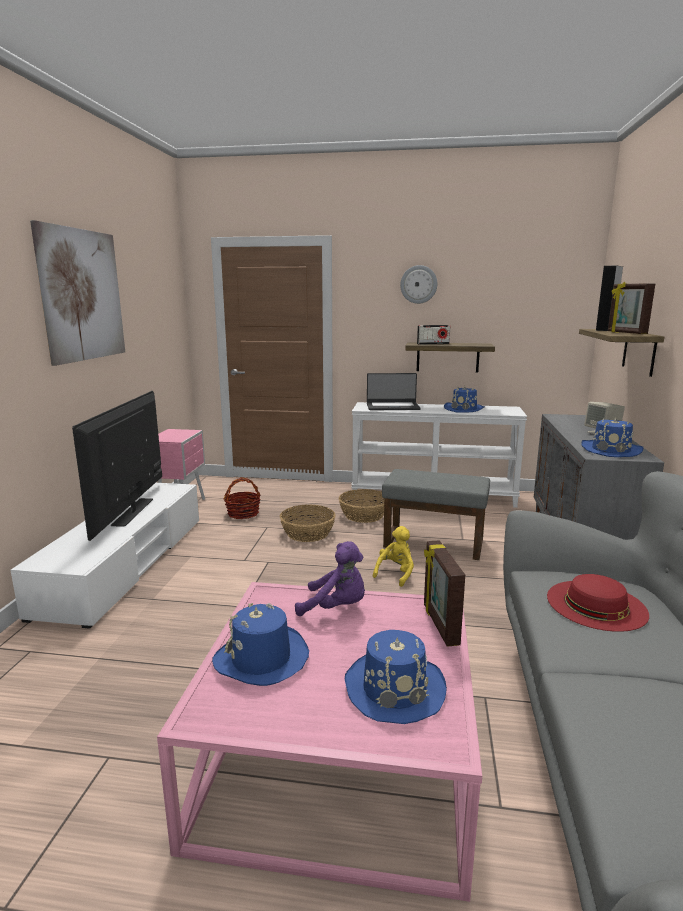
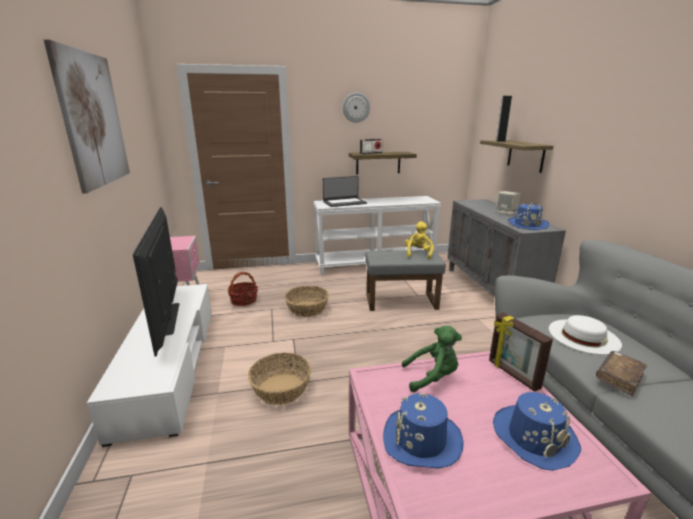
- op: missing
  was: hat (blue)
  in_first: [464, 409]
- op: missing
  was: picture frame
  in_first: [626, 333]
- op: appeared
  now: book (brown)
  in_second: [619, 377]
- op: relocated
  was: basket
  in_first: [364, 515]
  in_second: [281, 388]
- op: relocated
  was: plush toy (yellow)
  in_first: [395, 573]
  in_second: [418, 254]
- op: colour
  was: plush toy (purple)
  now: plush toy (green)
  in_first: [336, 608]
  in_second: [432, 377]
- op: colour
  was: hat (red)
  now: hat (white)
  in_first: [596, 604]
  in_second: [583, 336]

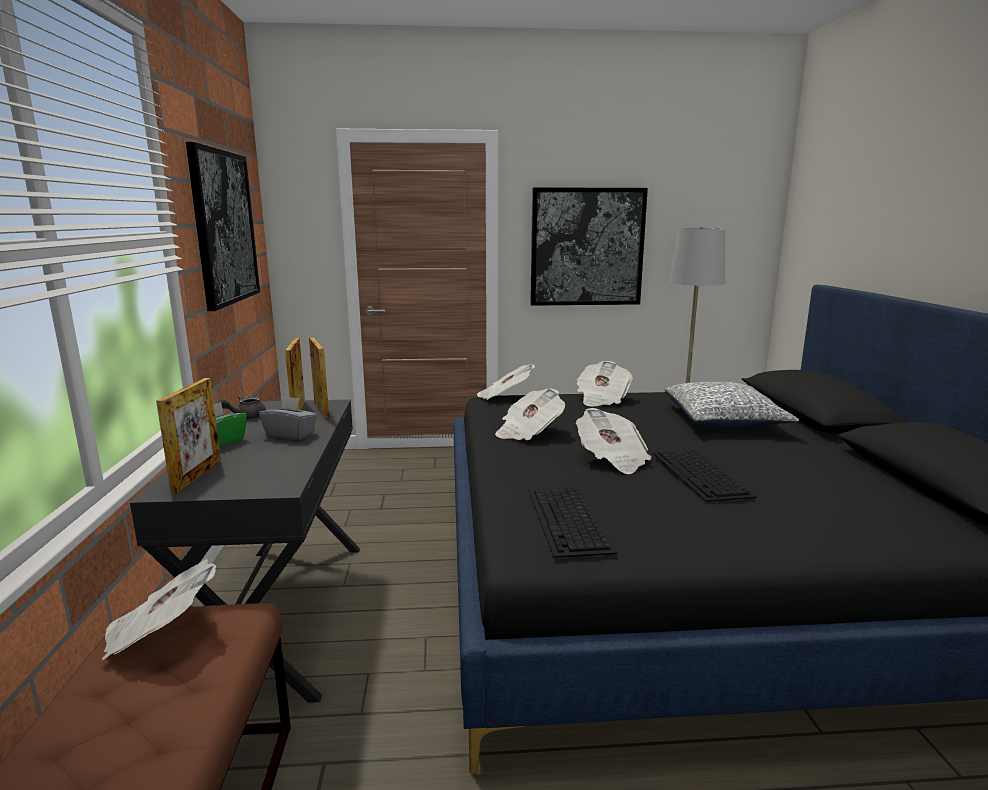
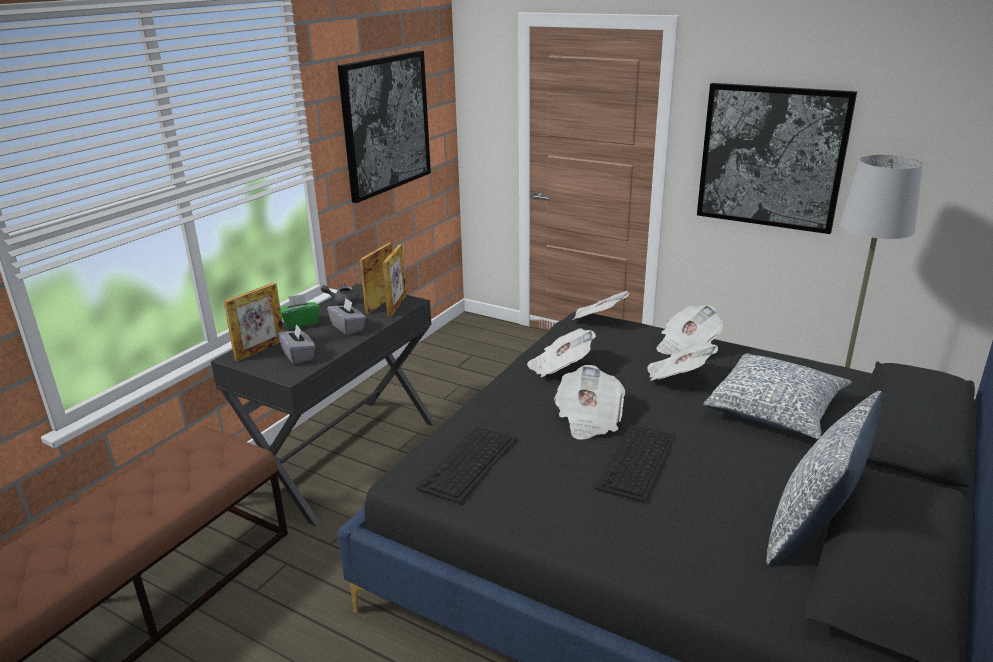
- op: appeared
  now: tissue box (grey)
  in_second: [298, 356]
- op: appeared
  now: pillow
  in_second: [812, 529]
- op: relocated
  was: newspaper
  in_first: [161, 633]
  in_second: [677, 377]

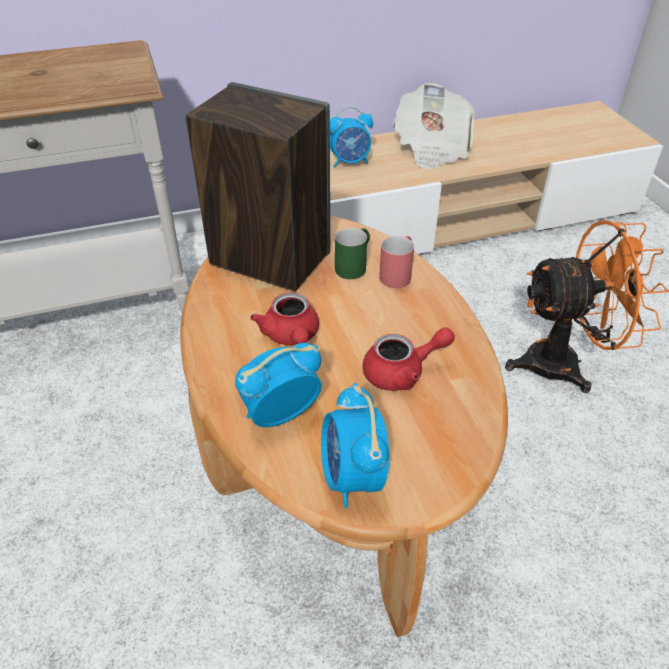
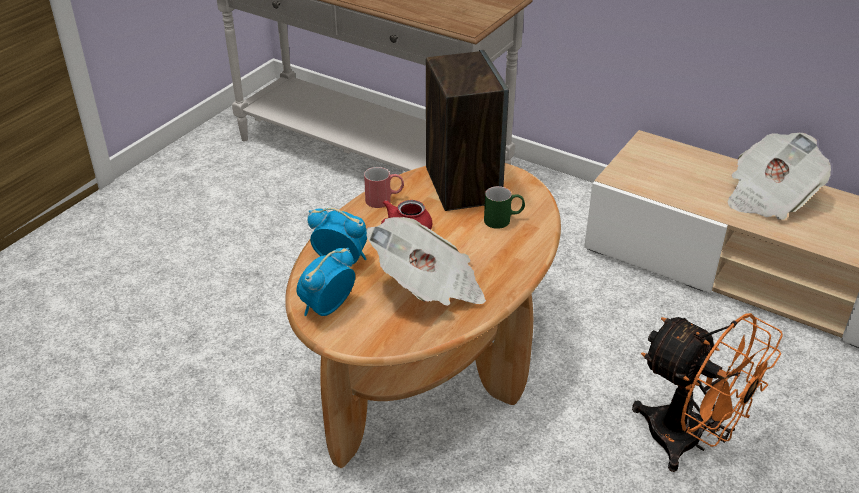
- op: missing
  was: alarm clock
  in_first: [350, 162]
- op: relocated
  was: mug (red)
  in_first: [398, 273]
  in_second: [384, 200]
- op: exchanged
  was: teapot (red)
  now: newspaper
  in_first: [402, 372]
  in_second: [428, 287]

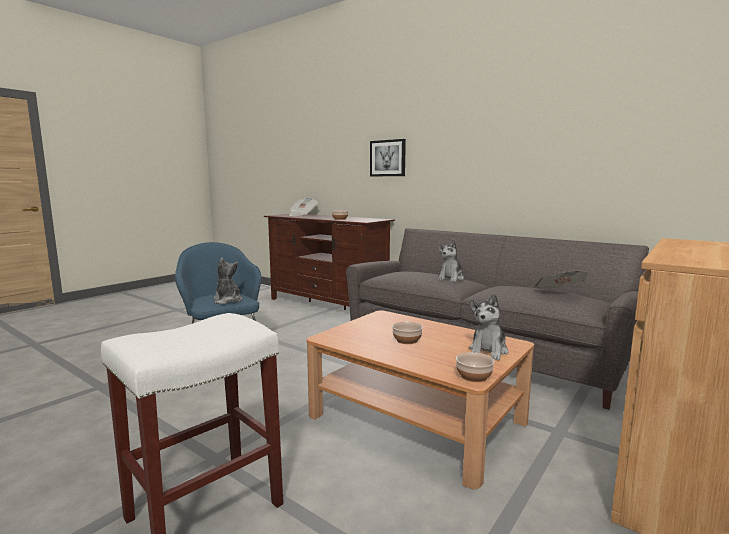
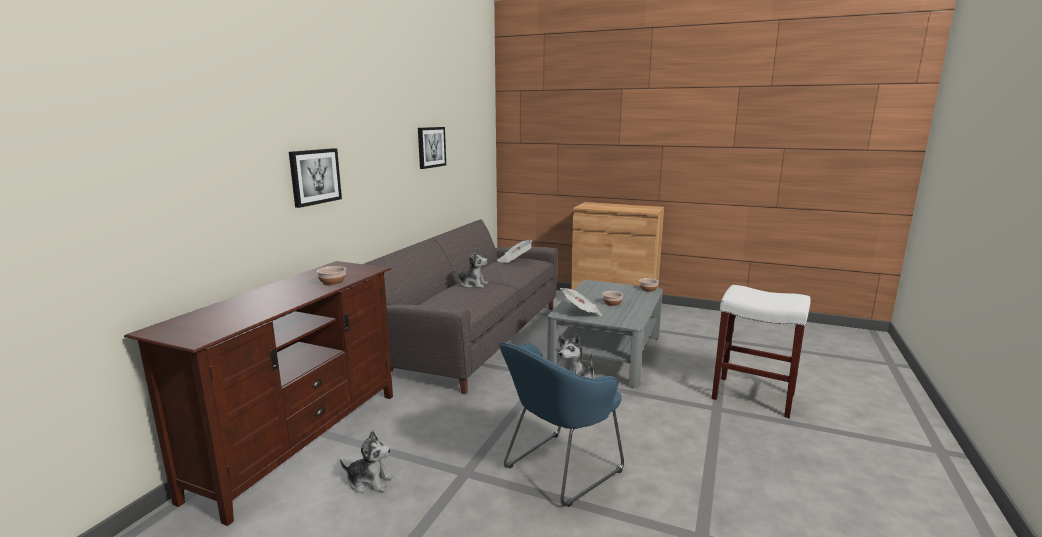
- op: appeared
  now: picture
  in_second: [431, 147]
- op: relocated
  was: newspaper
  in_first: [302, 215]
  in_second: [581, 312]
- op: relocated
  was: plush toy
  in_first: [488, 351]
  in_second: [369, 481]
- op: colour
  was: coffee table (brown)
  now: coffee table (grey)
  in_first: [417, 418]
  in_second: [606, 353]

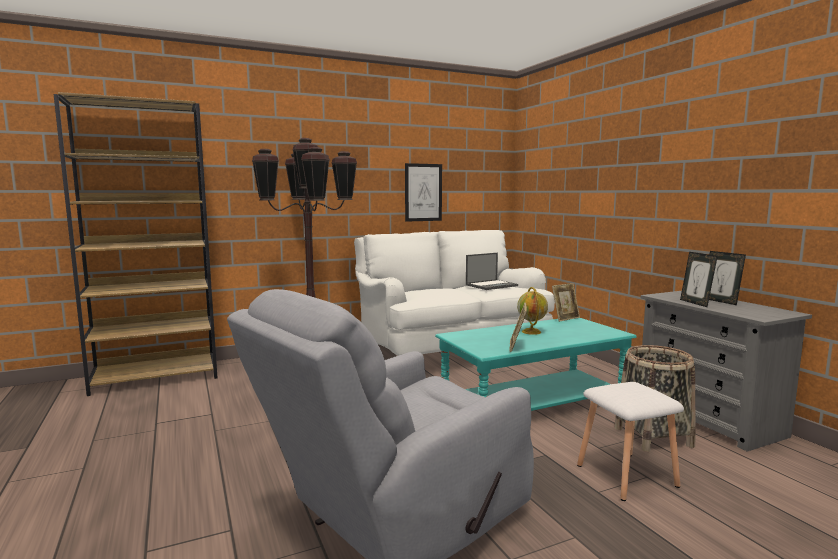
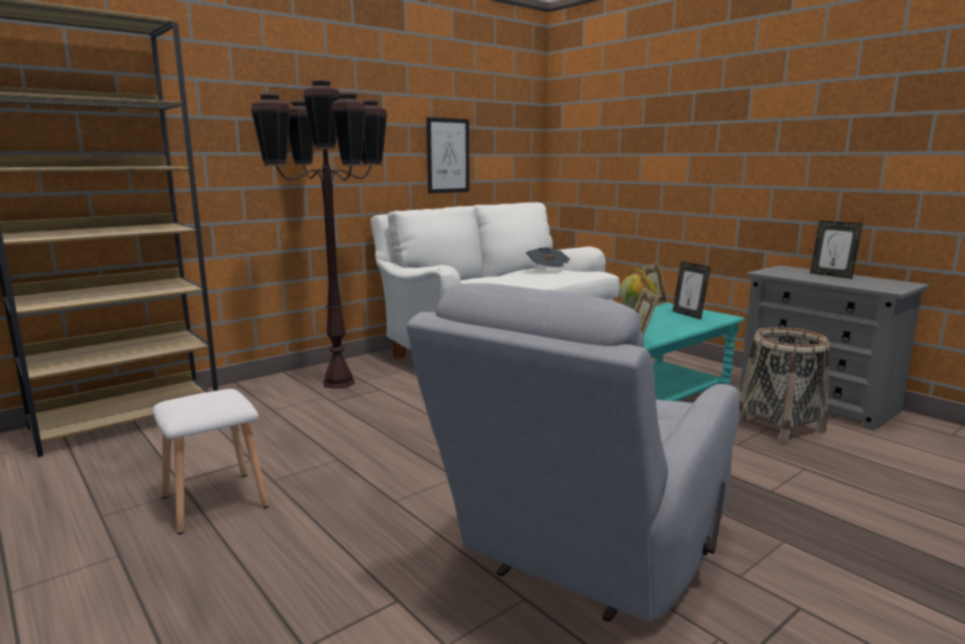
- op: relocated
  was: stool (white)
  in_first: [625, 475]
  in_second: [213, 501]
- op: relocated
  was: picture frame
  in_first: [695, 303]
  in_second: [688, 315]
- op: exchanged
  was: laptop
  now: newspaper
  in_first: [491, 285]
  in_second: [548, 270]

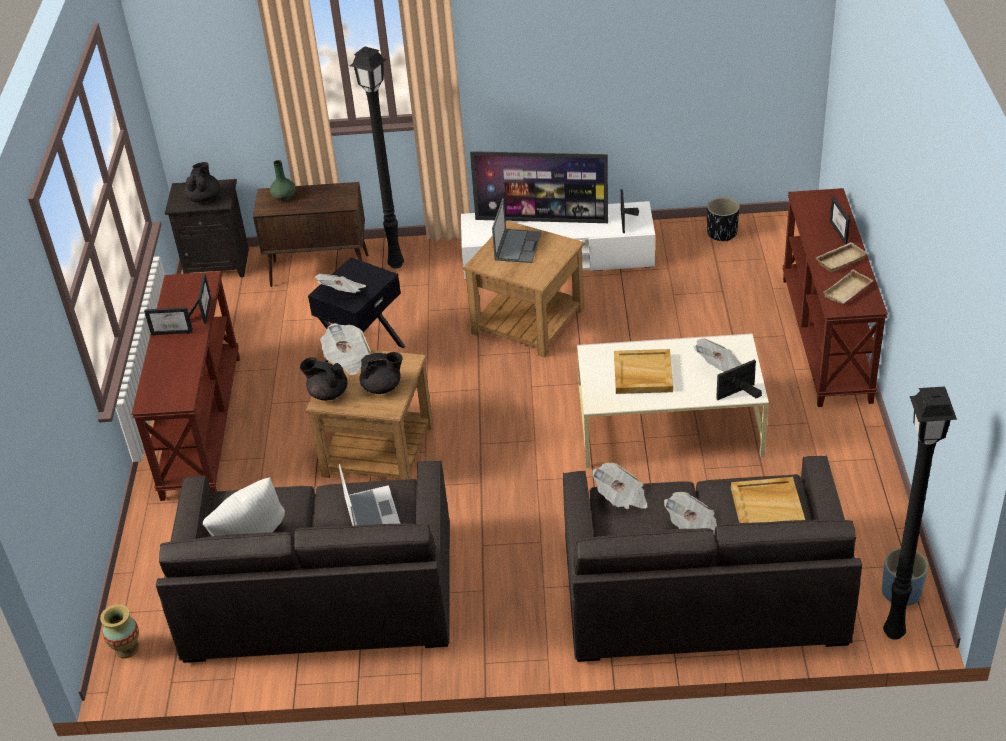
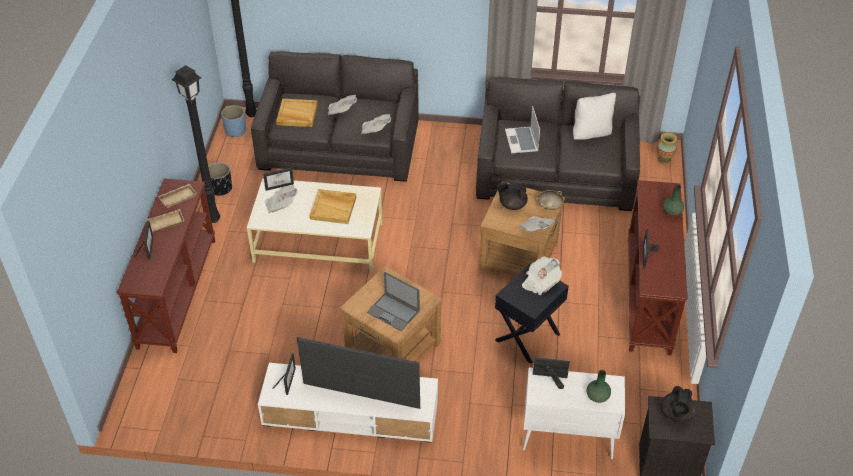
- op: appeared
  now: vase (green)
  in_second: [672, 211]
- op: relocated
  was: picture frame
  in_first: [173, 330]
  in_second: [549, 378]
- op: relocated
  was: floor lamp (black)
  in_first: [396, 265]
  in_second: [214, 218]
- op: relocated
  was: planter (black)
  in_first: [722, 233]
  in_second: [221, 188]
- op: exchanged
  was: teapot (black)
  now: bowl (beige)
  in_first: [327, 393]
  in_second: [550, 206]
- op: colour
  was: cabinet (brown)
  now: cabinet (white)
  in_first: [320, 270]
  in_second: [567, 438]
- op: spun
  was: laptop
  in_first: [518, 246]
  in_second: [394, 312]
  clockwise: -75

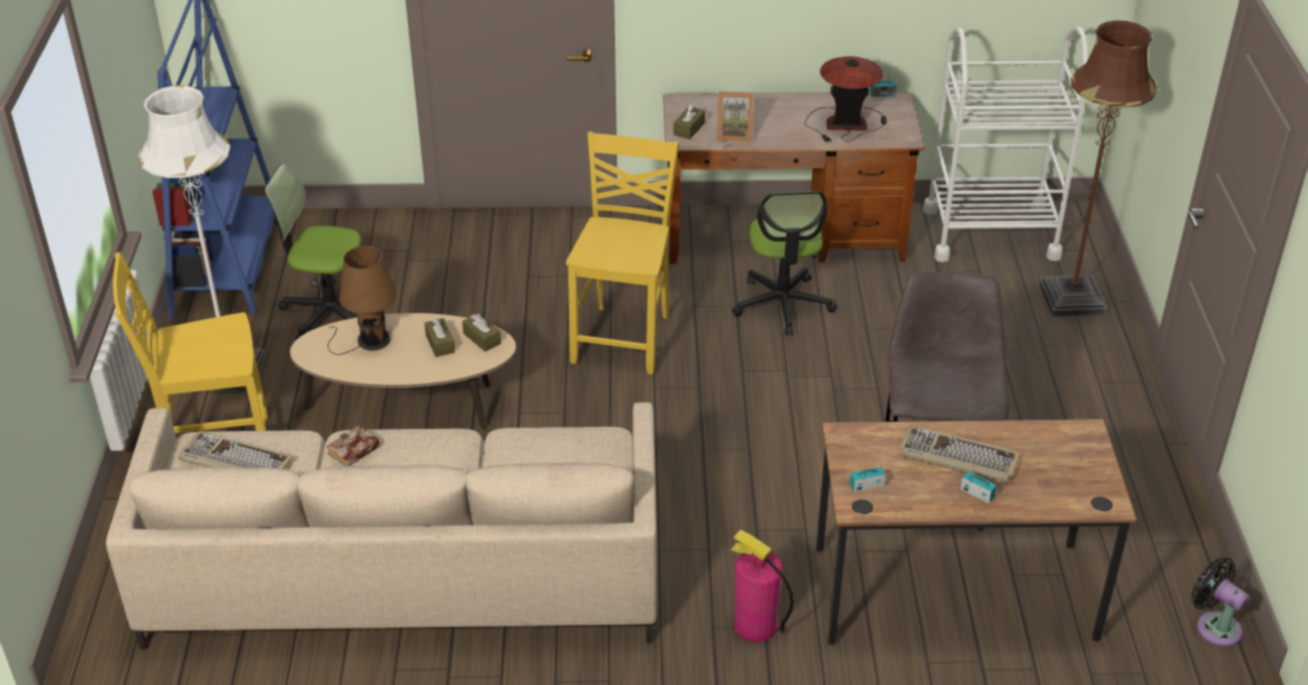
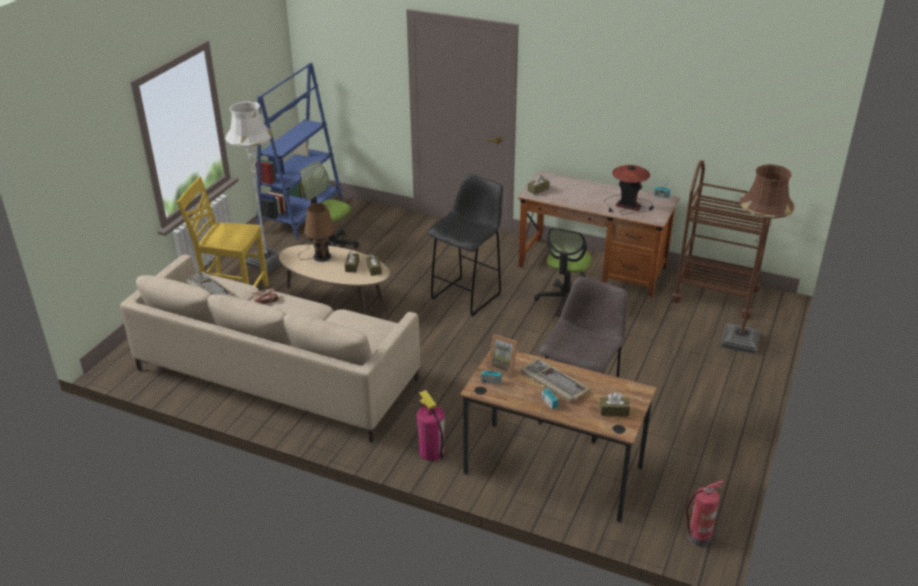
- op: appeared
  now: tissue box (brown)
  in_second: [614, 411]
- op: relocated
  was: picture frame
  in_first: [734, 134]
  in_second: [503, 367]
- op: exchanged
  was: chair (yellow)
  now: stool (black)
  in_first: [624, 338]
  in_second: [467, 295]
- op: exchanged
  was: fan (black)
  now: fire extinguisher
  in_first: [1214, 626]
  in_second: [698, 538]
- op: colour
  was: cart (white)
  now: cart (brown)
  in_first: [990, 233]
  in_second: [715, 295]

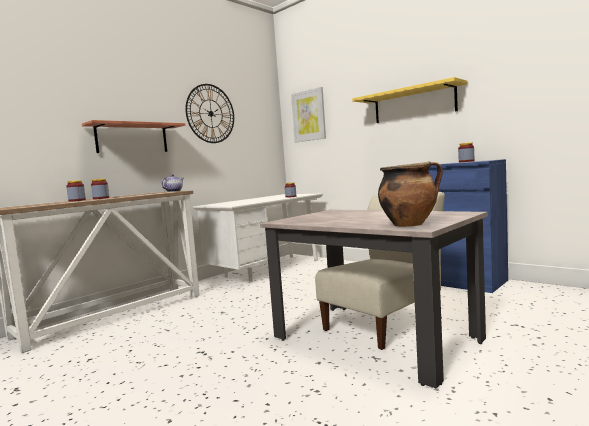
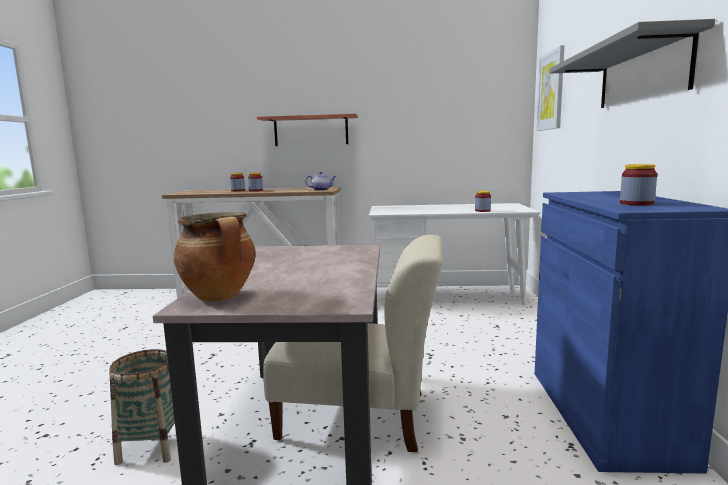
- op: missing
  was: wall clock
  in_first: [210, 113]
- op: appeared
  now: basket
  in_second: [152, 446]
- op: colour
  was: shelf (yellow)
  now: shelf (grey)
  in_first: [413, 104]
  in_second: [642, 74]

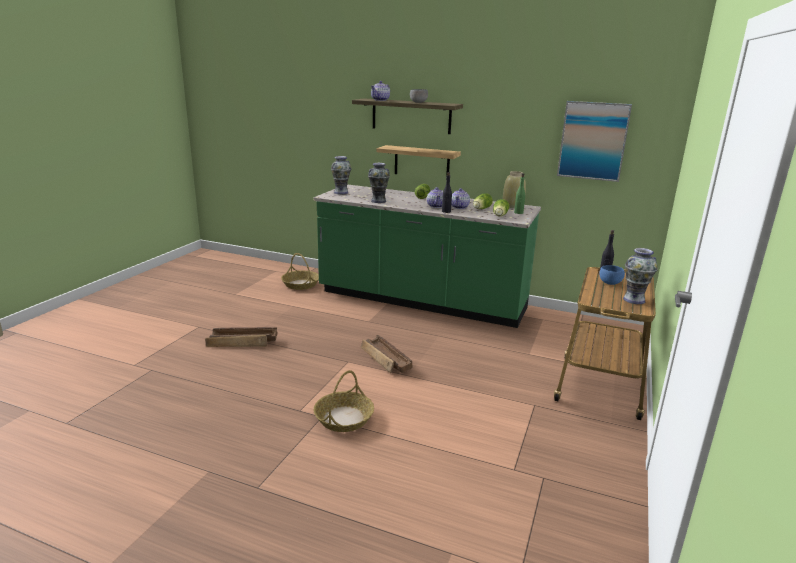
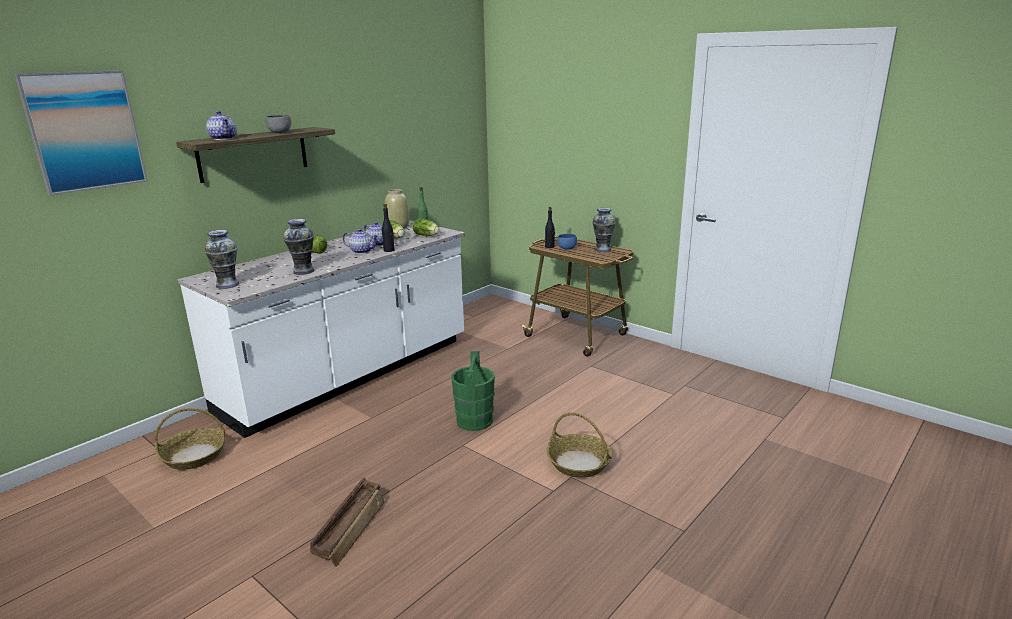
- op: missing
  was: shelf
  in_first: [421, 162]
- op: relocated
  was: picture
  in_first: [593, 141]
  in_second: [84, 131]
- op: exchanged
  was: crate
  now: bucket (green)
  in_first: [386, 360]
  in_second: [474, 421]
- op: colour
  was: counter (green)
  now: counter (white)
  in_first: [421, 301]
  in_second: [350, 376]

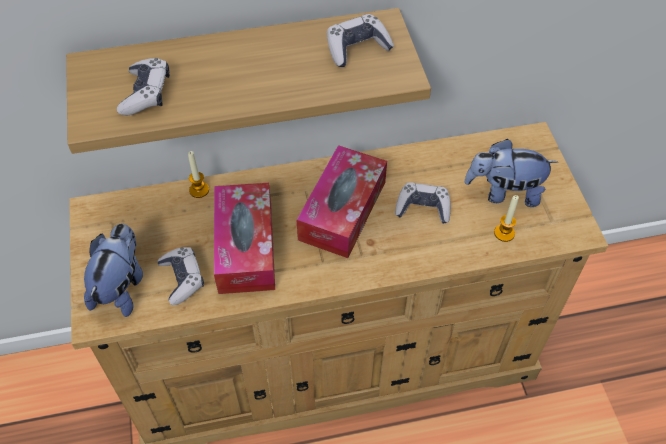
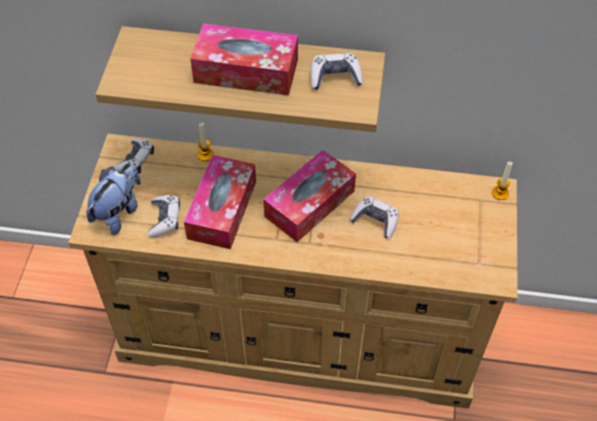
- op: missing
  was: plush toy
  in_first: [504, 192]
- op: appeared
  now: tissue box
  in_second: [246, 71]
- op: relocated
  was: game controller
  in_first: [146, 94]
  in_second: [135, 161]
- op: relocated
  was: candle
  in_first: [504, 233]
  in_second: [500, 193]

